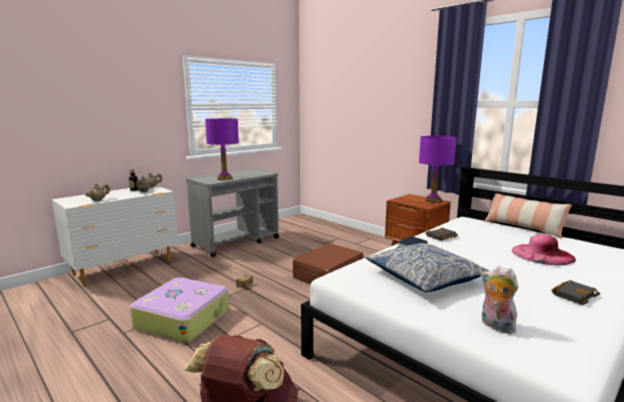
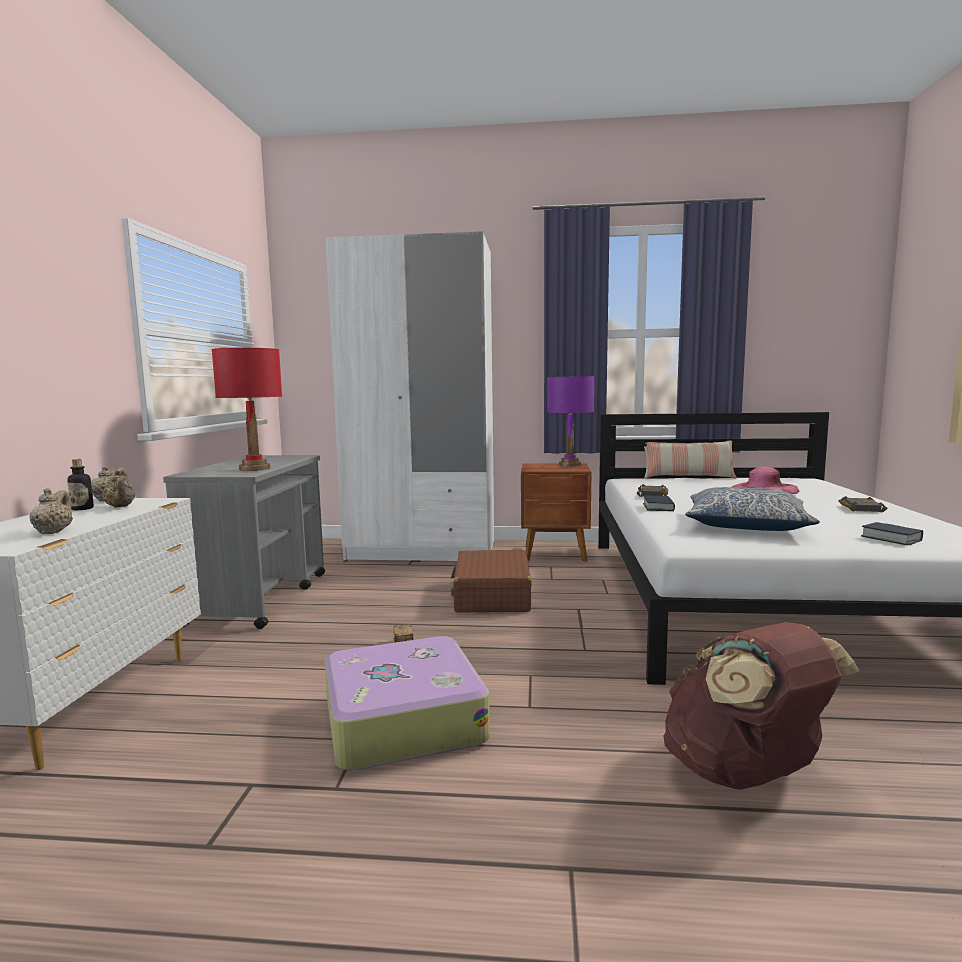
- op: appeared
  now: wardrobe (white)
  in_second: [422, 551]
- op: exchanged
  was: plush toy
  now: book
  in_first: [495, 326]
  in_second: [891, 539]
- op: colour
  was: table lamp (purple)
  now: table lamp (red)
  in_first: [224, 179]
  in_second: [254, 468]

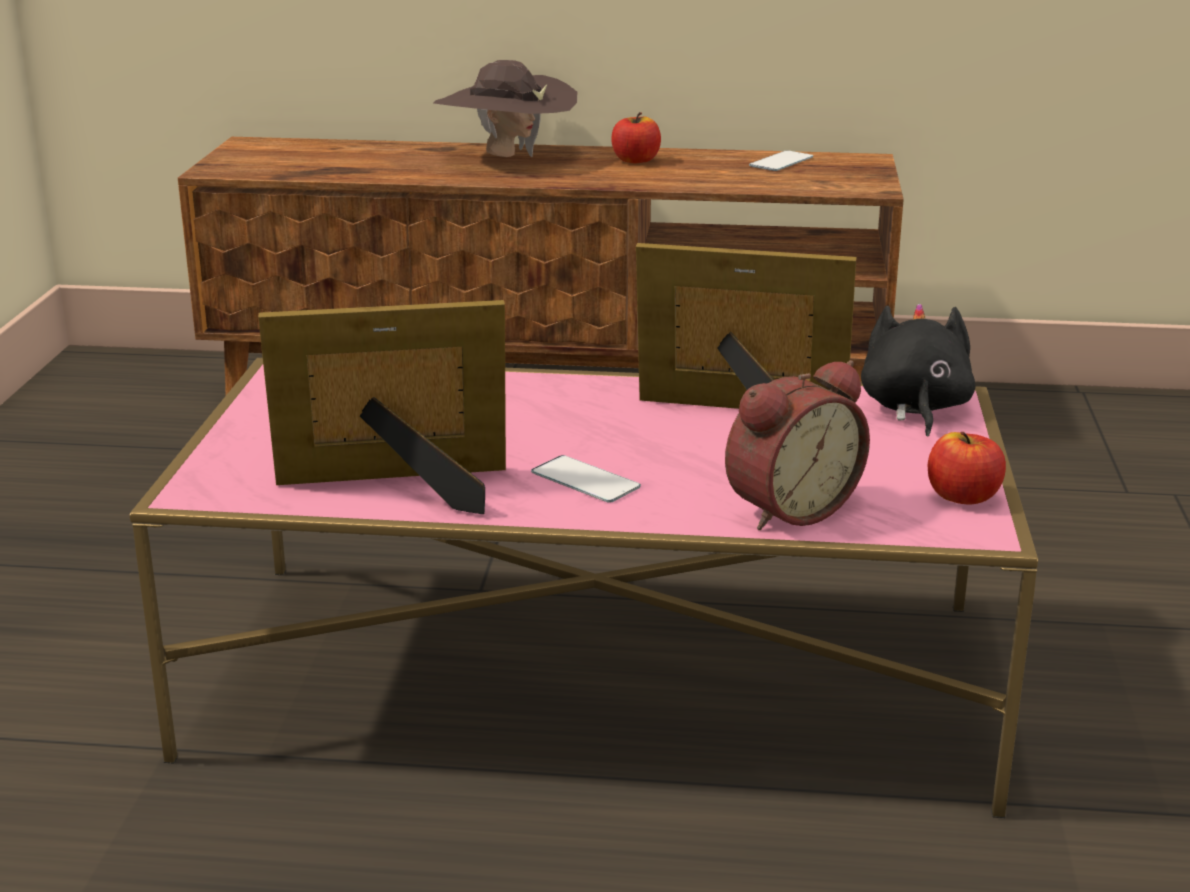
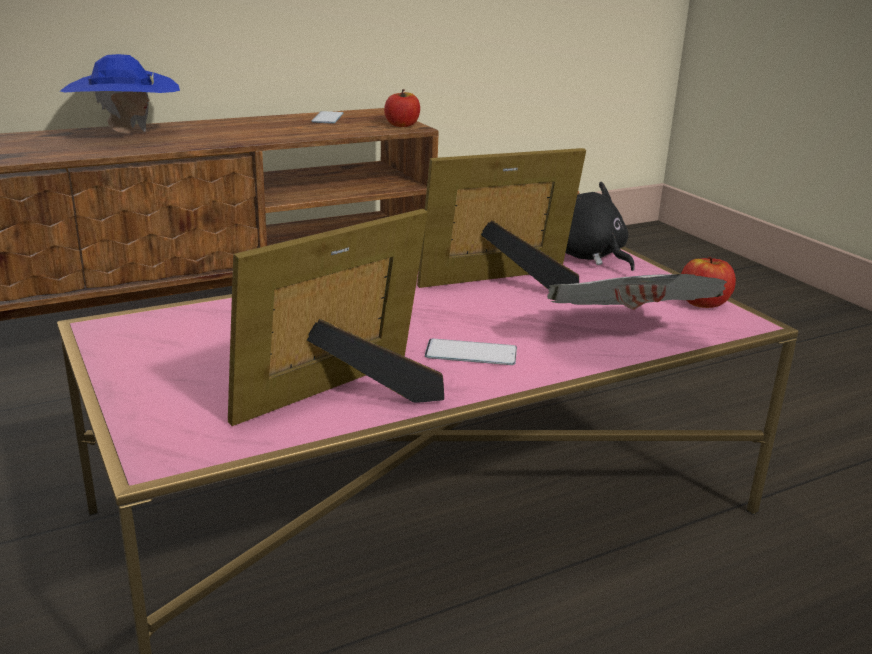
- op: relocated
  was: apple
  in_first: [636, 160]
  in_second: [402, 125]
- op: exchanged
  was: alarm clock
  now: newspaper
  in_first: [788, 508]
  in_second: [626, 337]
- op: colour
  was: hat (brown)
  now: hat (blue)
  in_first: [506, 157]
  in_second: [125, 134]

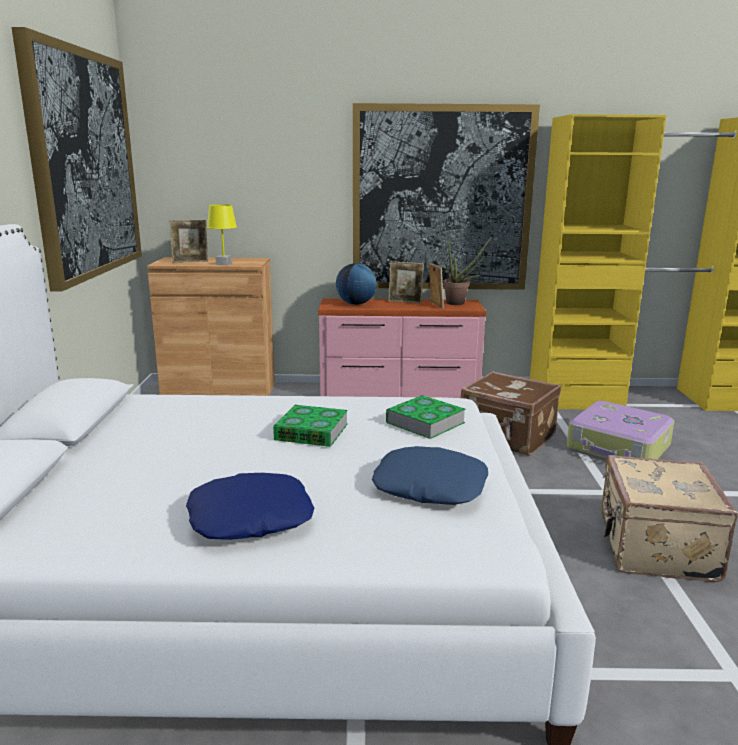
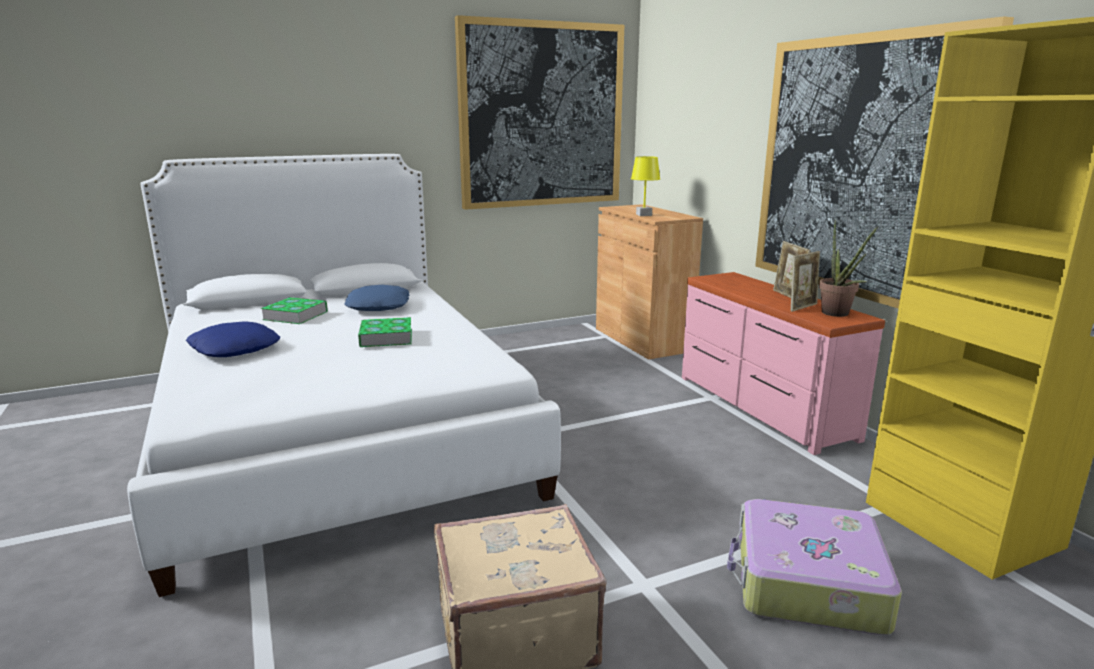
- op: missing
  was: picture frame
  in_first: [190, 262]
- op: missing
  was: globe
  in_first: [356, 304]
- op: missing
  was: suitcase (brown)
  in_first: [507, 437]
- op: relocated
  was: pillow (blue)
  in_first: [430, 486]
  in_second: [379, 306]
- op: relocated
  was: book
  in_first: [425, 422]
  in_second: [295, 315]

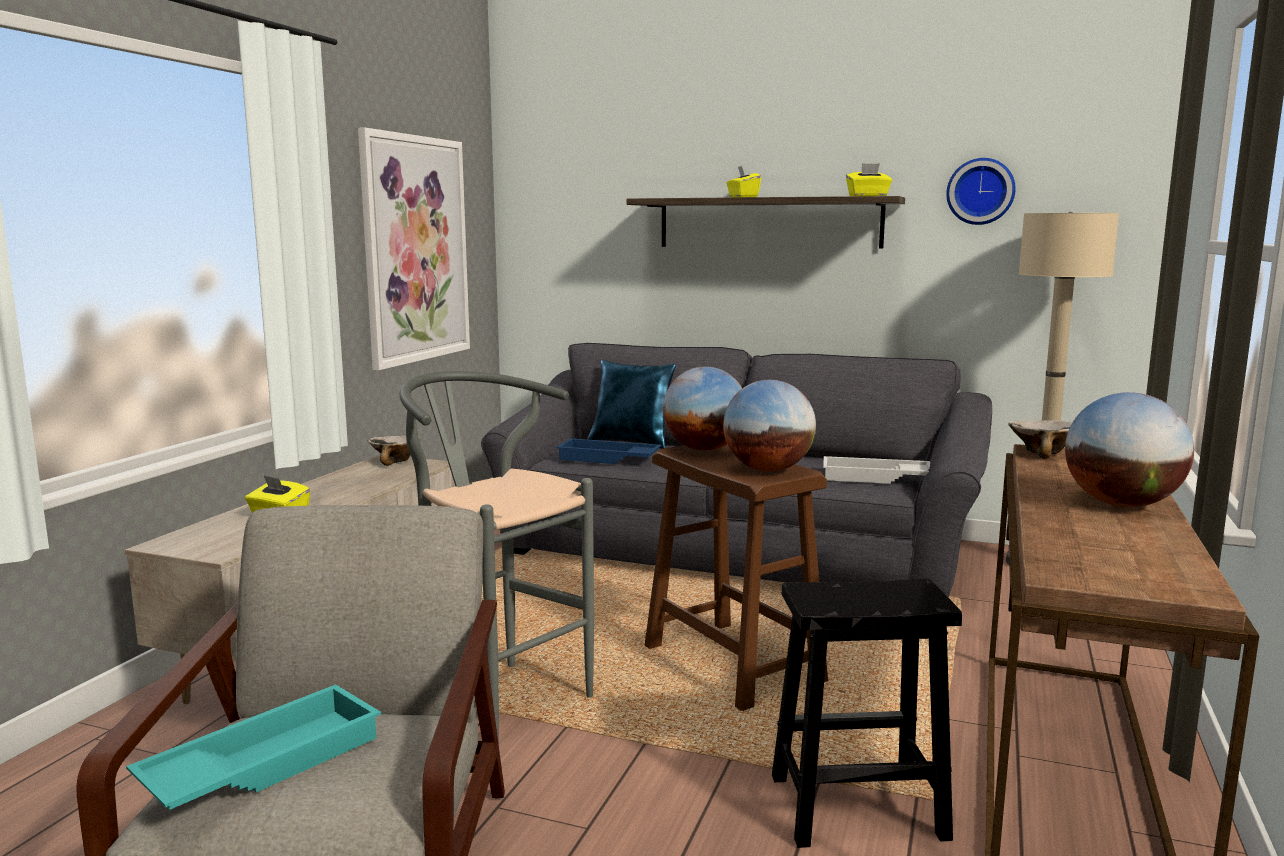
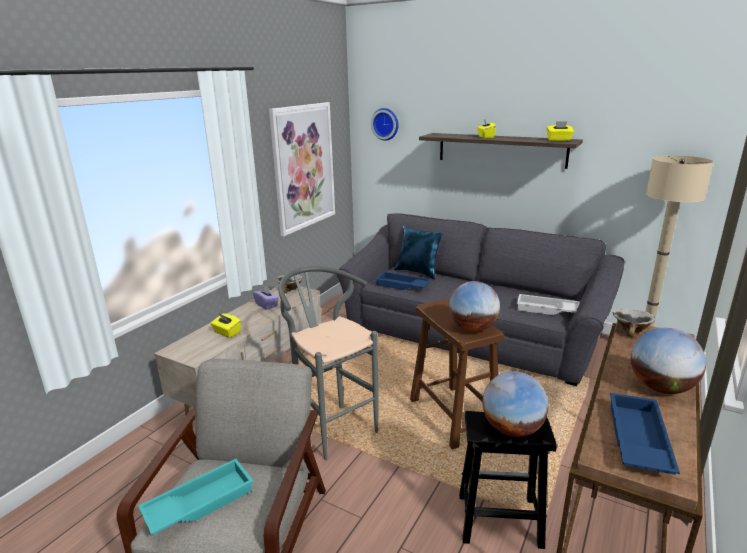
- op: appeared
  now: tissue box (purple)
  in_second: [267, 305]
- op: appeared
  now: tray (blue)
  in_second: [636, 439]
- op: relocated
  was: globe
  in_first: [704, 449]
  in_second: [512, 429]
- op: relocated
  was: wall clock
  in_first: [980, 191]
  in_second: [385, 124]

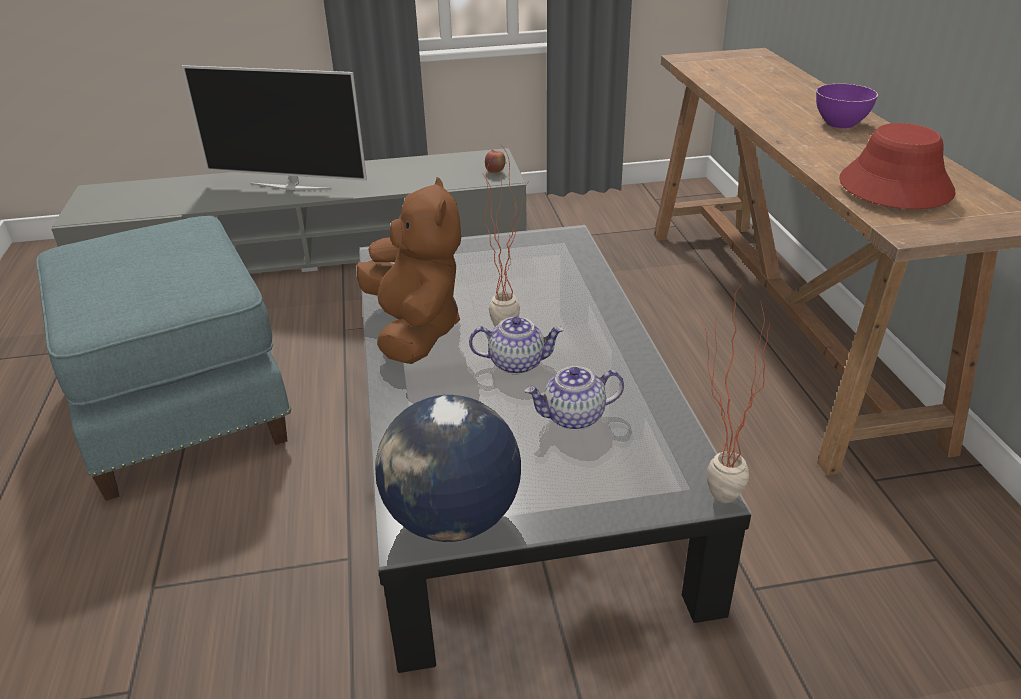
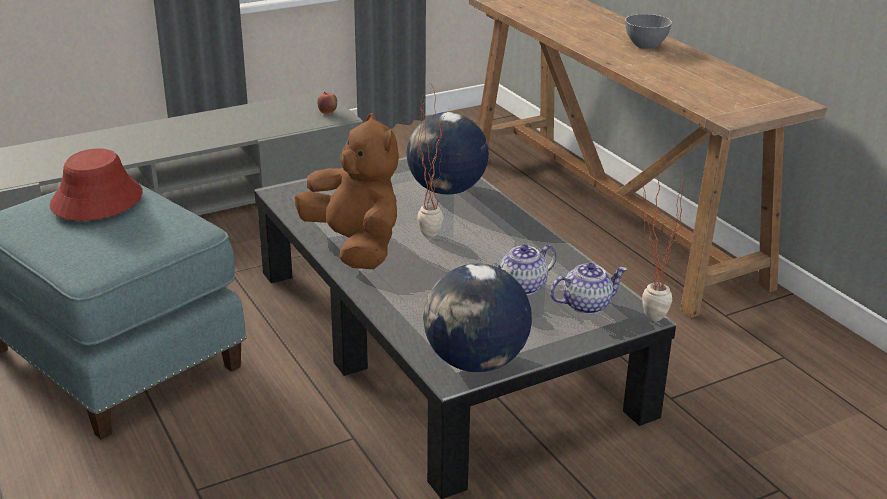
- op: missing
  was: television
  in_first: [291, 186]
- op: appeared
  now: globe
  in_second: [446, 190]
- op: relocated
  was: teapot
  in_first: [517, 363]
  in_second: [586, 305]
- op: relocated
  was: hat (red)
  in_first: [894, 187]
  in_second: [96, 200]
- op: colour
  was: bowl (purple)
  now: bowl (grey)
  in_first: [840, 124]
  in_second: [645, 45]

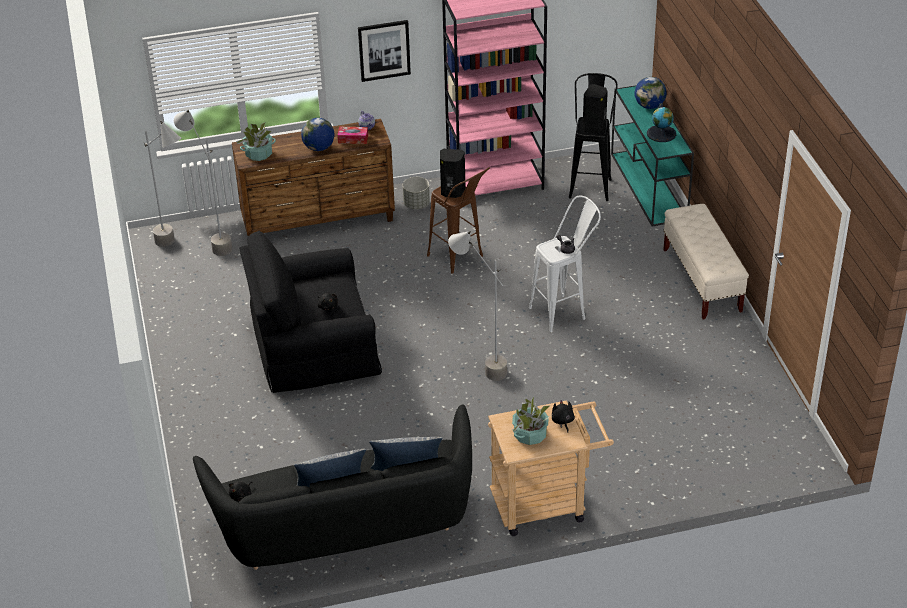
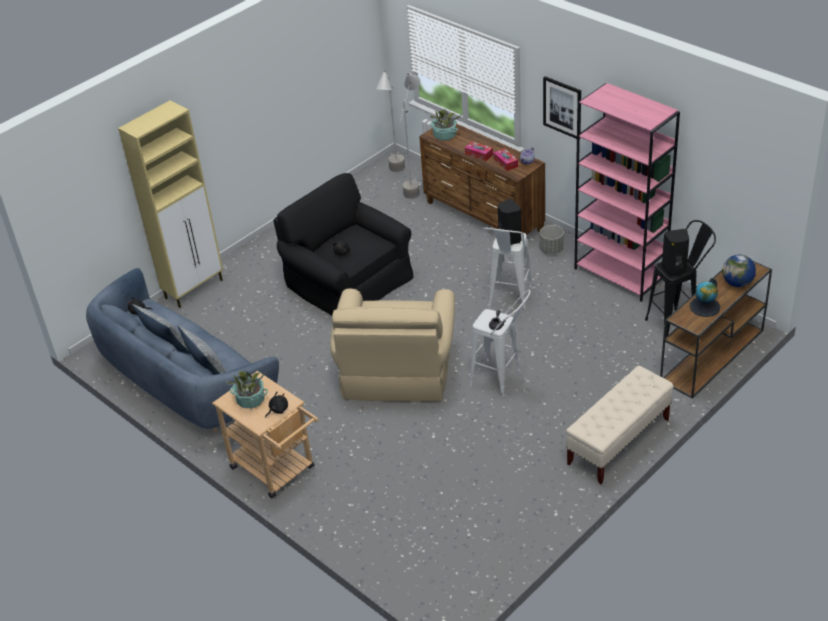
- op: appeared
  now: cabinet (beige)
  in_second: [195, 289]
- op: exchanged
  was: globe
  now: tissue box
  in_first: [319, 148]
  in_second: [478, 154]
- op: exchanged
  was: floor lamp (grey)
  now: armchair (beige)
  in_first: [479, 367]
  in_second: [397, 368]
- op: colour
  was: sofa (black)
  now: sofa (blue)
  in_first: [346, 526]
  in_second: [185, 383]
- op: colour
  was: stool (brown)
  now: stool (white)
  in_first: [460, 260]
  in_second: [509, 301]
- op: colour
  was: console table (turquoise)
  now: console table (brown)
  in_first: [649, 187]
  in_second: [711, 356]

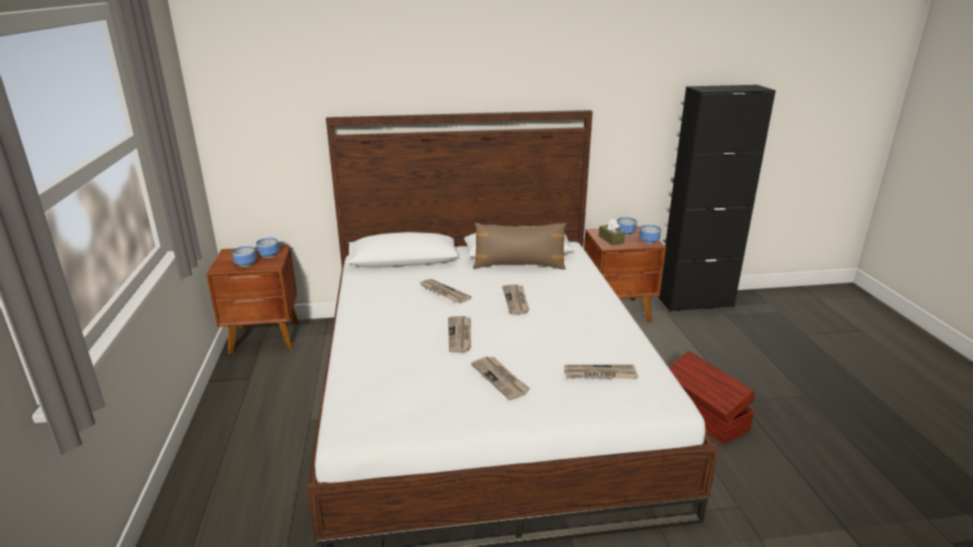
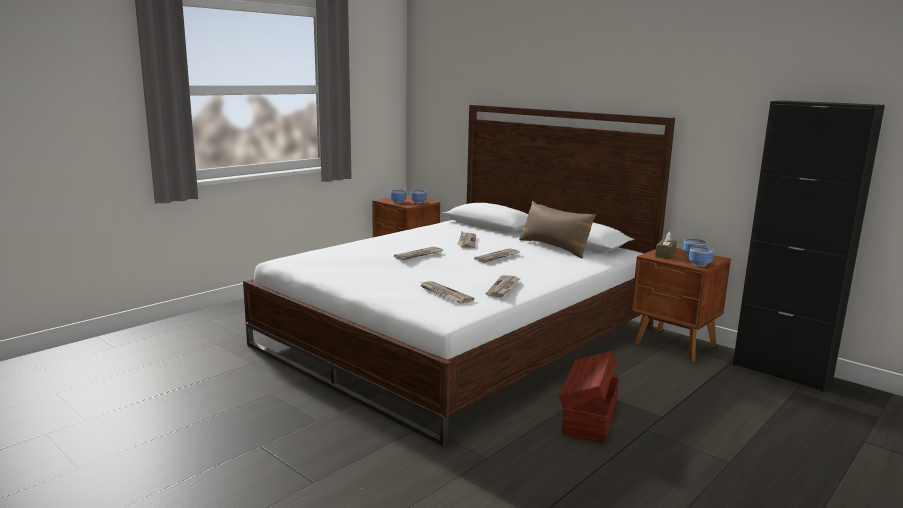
- op: relocated
  was: newspaper
  in_first: [500, 379]
  in_second: [503, 288]

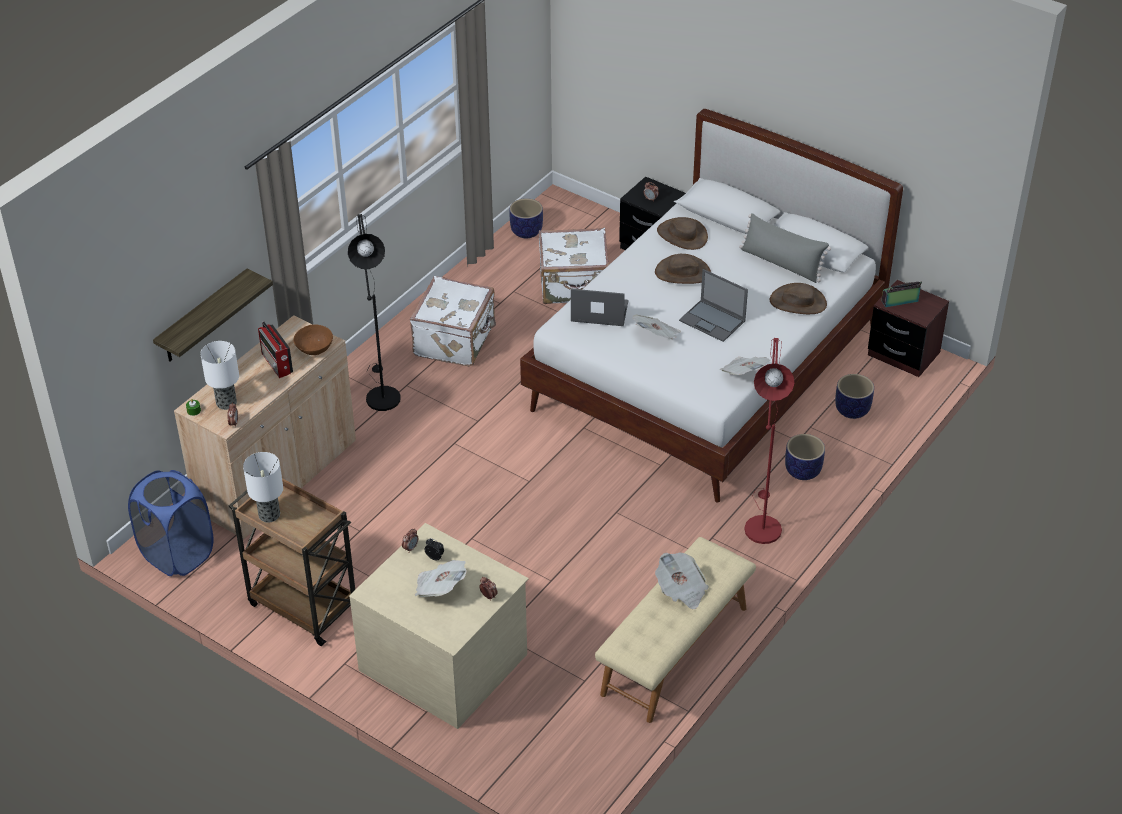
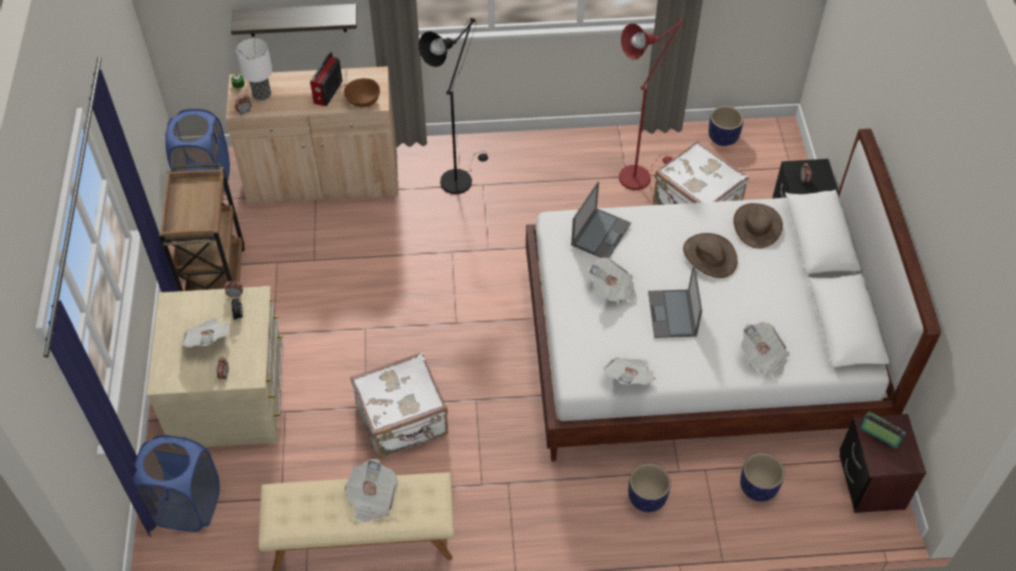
- op: missing
  was: table lamp
  in_first: [269, 515]
- op: missing
  was: pillow (grey)
  in_first: [781, 263]
- op: appeared
  now: laundry basket (blue)
  in_second: [186, 506]
- op: relocated
  was: suitcase (white)
  in_first: [456, 340]
  in_second: [403, 421]
- op: relocated
  was: floor lamp (red)
  in_first: [761, 524]
  in_second: [639, 174]
- op: exchanged
  was: hat (brown)
  now: newspaper
  in_first: [798, 302]
  in_second: [763, 358]
- op: spun
  was: laptop
  in_first: [598, 311]
  in_second: [601, 233]
  clockwise: 60

